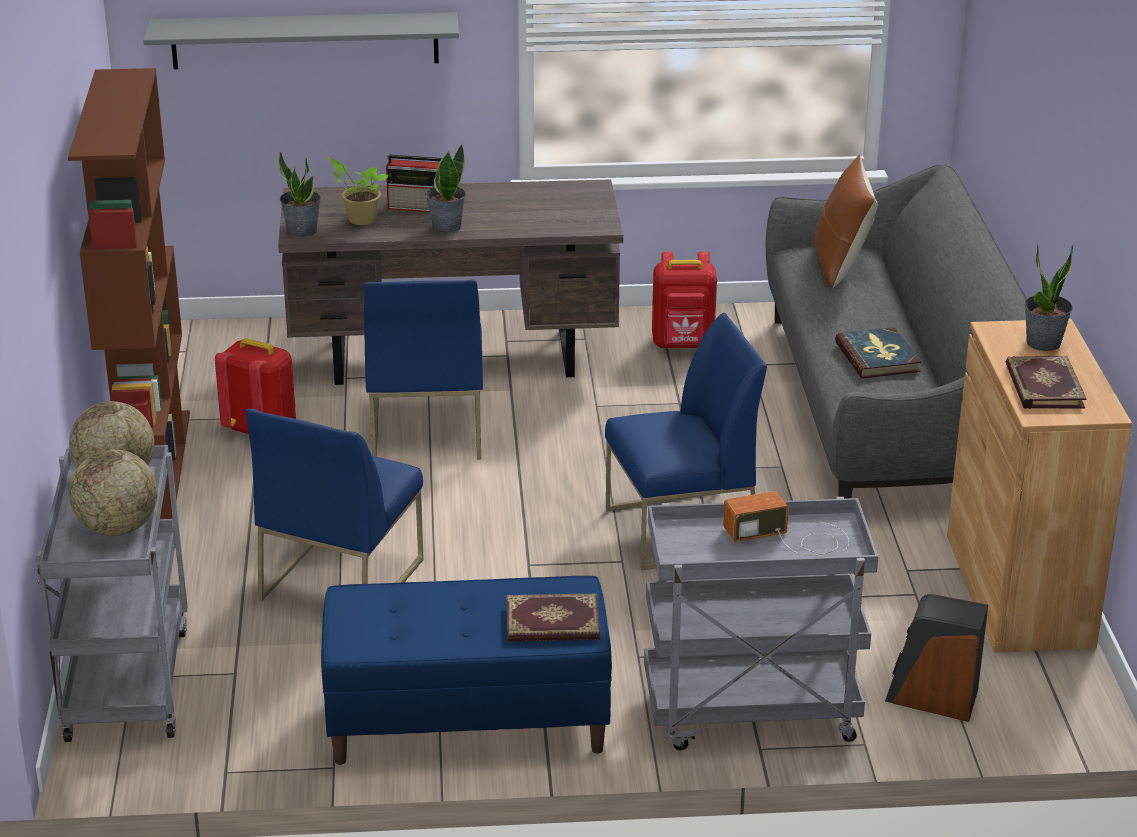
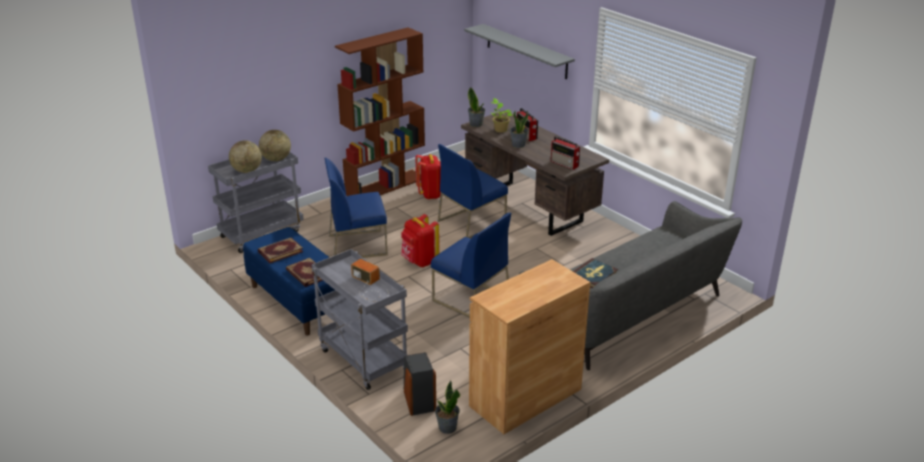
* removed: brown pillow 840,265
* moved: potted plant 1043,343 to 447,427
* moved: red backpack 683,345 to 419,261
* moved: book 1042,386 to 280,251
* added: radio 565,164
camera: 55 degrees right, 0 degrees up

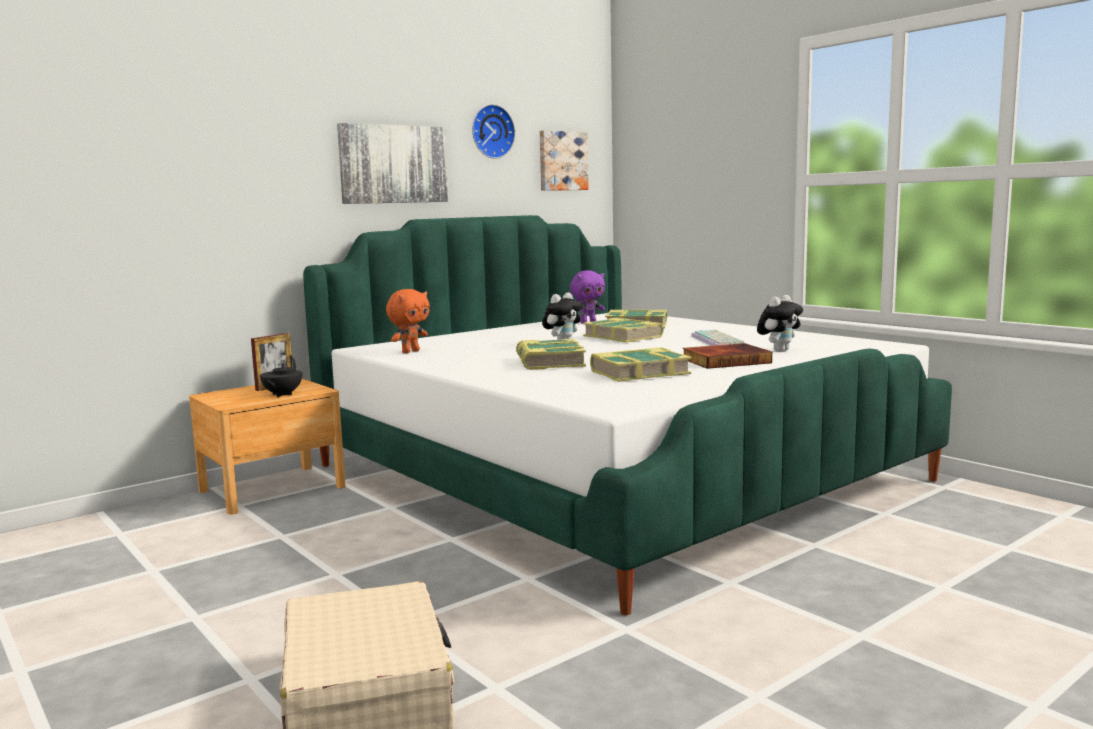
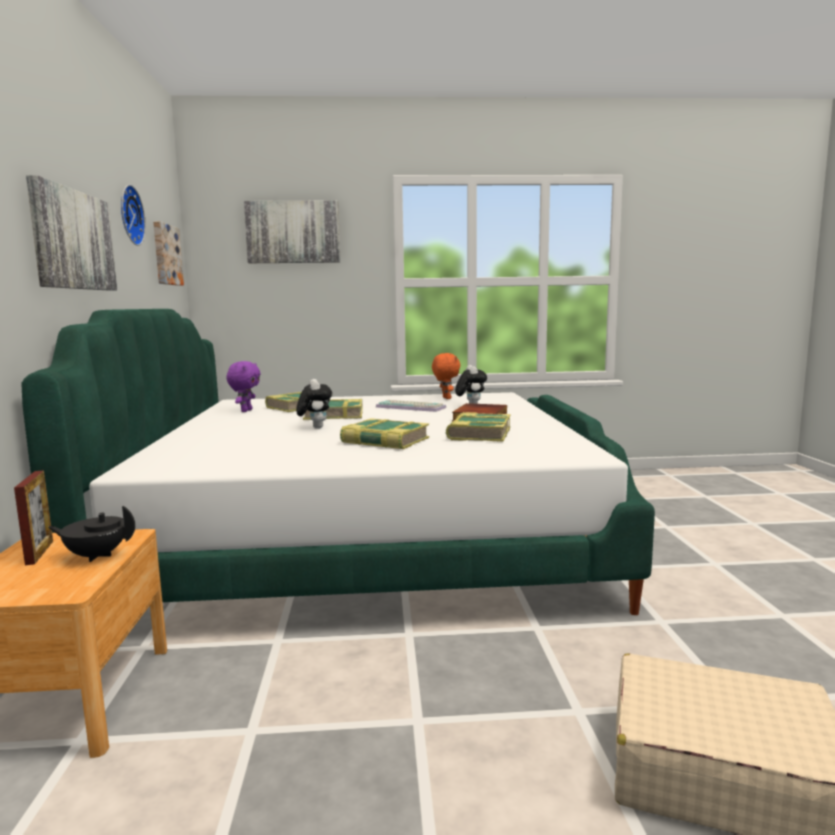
* moved: orange plush toy 410,351 to 445,398
* turned: black teapot 282,395 = 96,555 135 degrees clockwise
* added: picture 293,232
camera: 55 degrees left, 0 degrees up

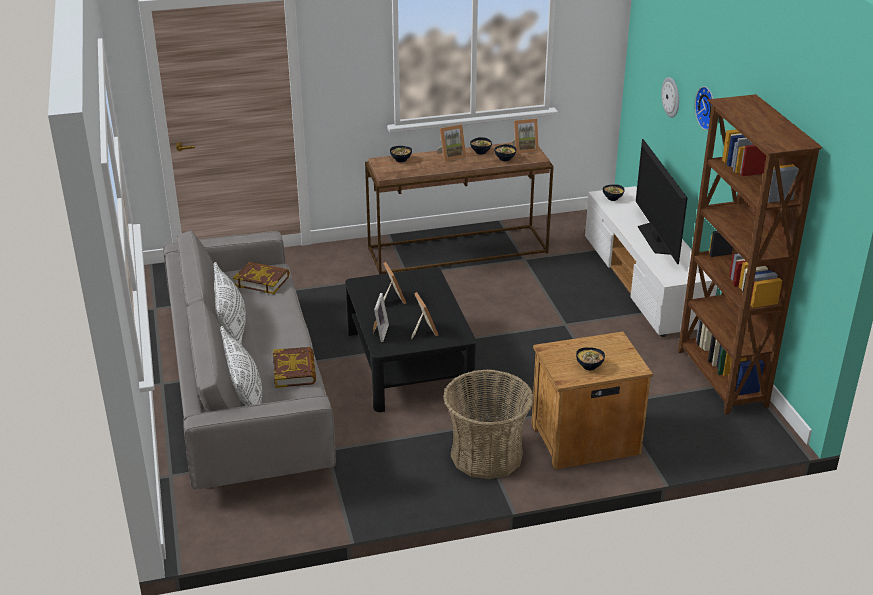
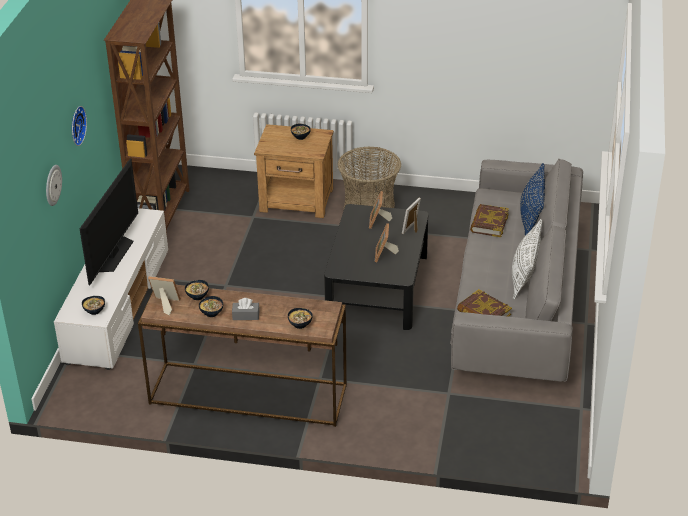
* replaced: picture frame 451,156 to grey tissue box 246,315
* recoloured: white pillow 244,395 to blue pillow 531,217
camera: 155 degrees left, 5 degrees up

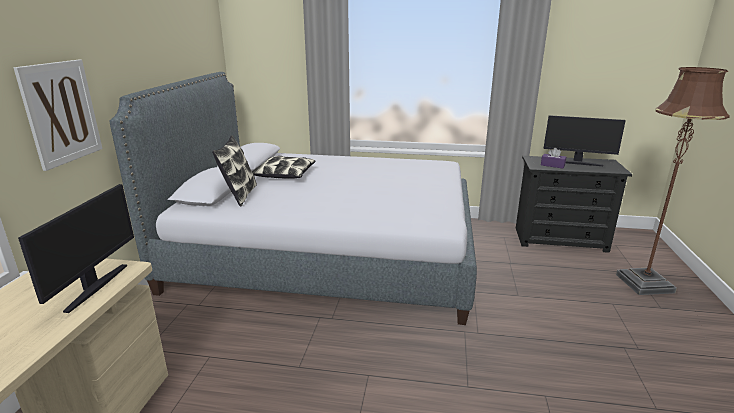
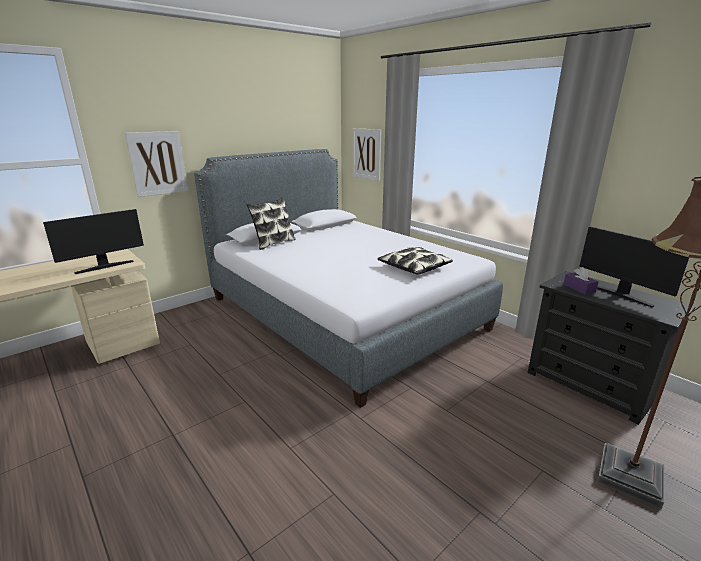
* moved: pillow 284,175 to 414,267
* added: picture 366,154
camera: 40 degrees right, 0 degrees up

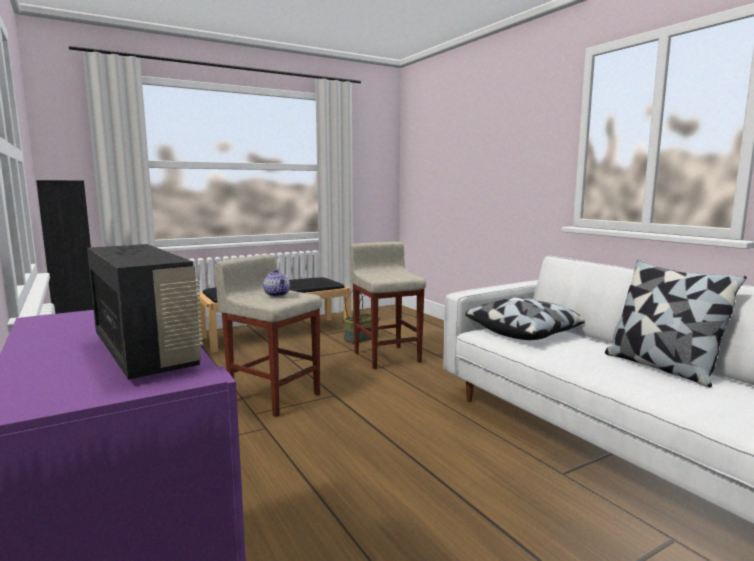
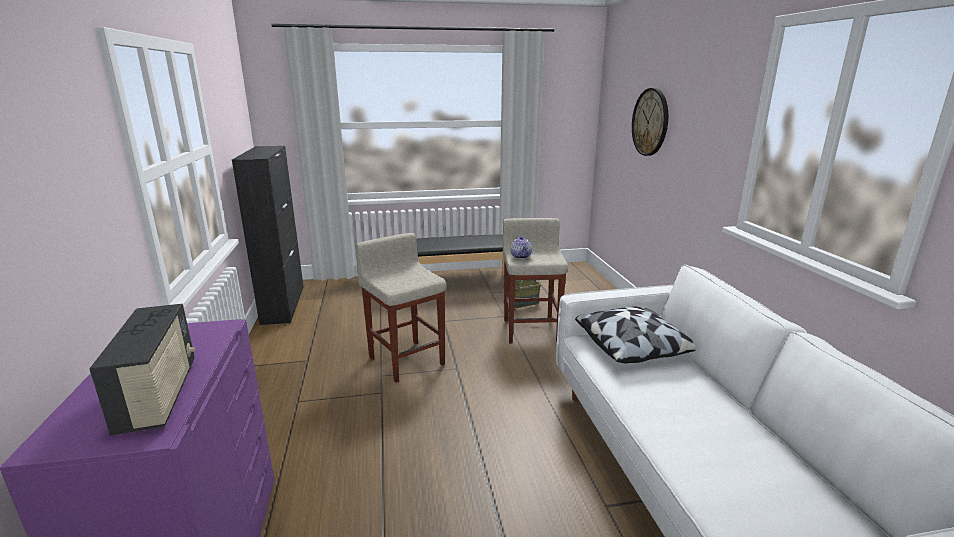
* removed: pillow 661,367
* moved: teapot 277,294 to 521,256
* added: wall clock 650,122
camera: 20 degrees right, 10 degrees up

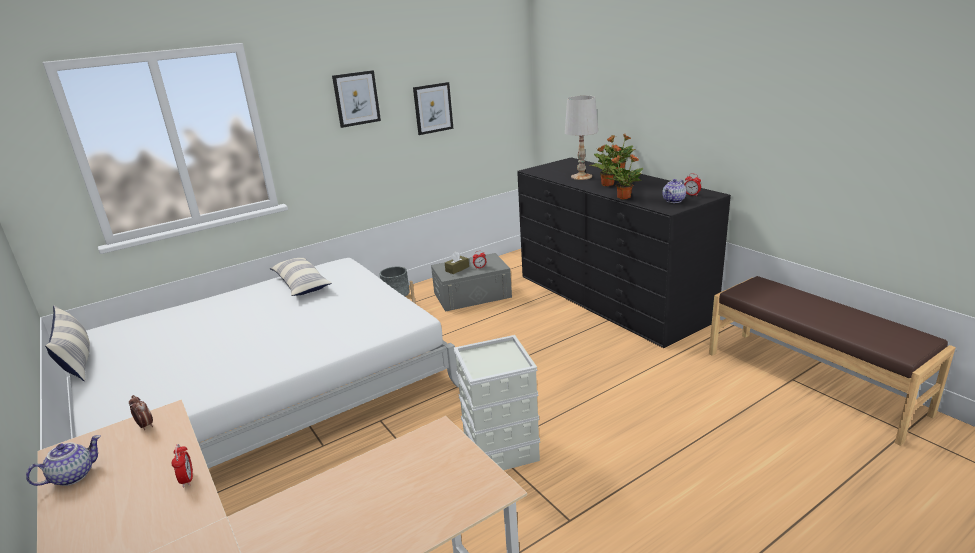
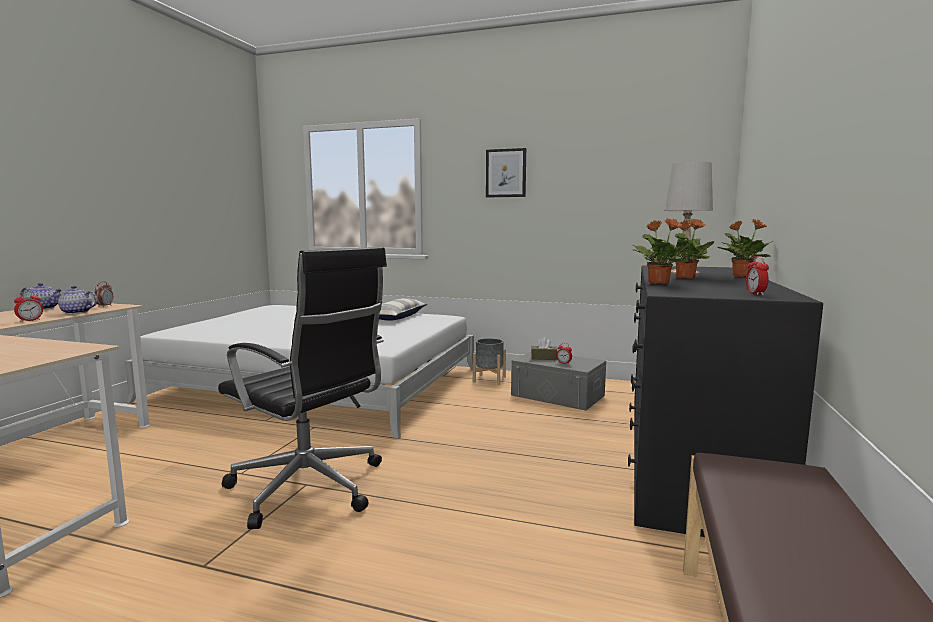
* removed: picture 433,108
* moved: teapot 674,201 to 76,312
* removed: pillow 77,360
* replaced: grey storage box 501,449 to black office chair 310,488
camera: 50 degrees right, 15 degrees down

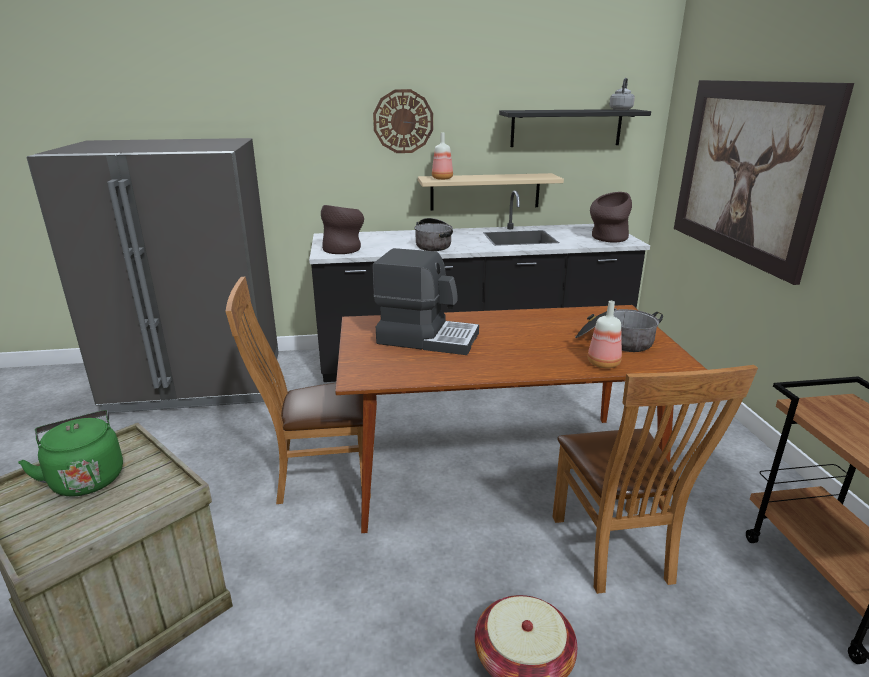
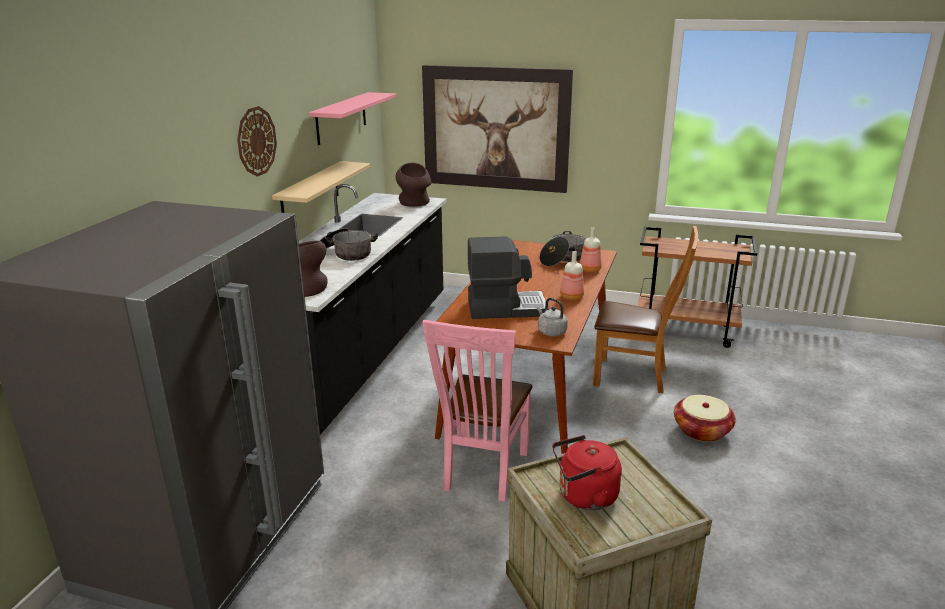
* moved: grey kettle 621,109 to 550,332
* recoloured: black shelf 566,128 to pink shelf 341,118
* moved: bottle 441,178 to 571,297
* turned: coffee machine 427,338 = 506,308 45 degrees clockwise
* recoloured: brown chair 317,478 to pink chair 482,473
* recoloured: green kettle 86,478 to red kettle 584,497
camera: 65 degrees left, 0 degrees up

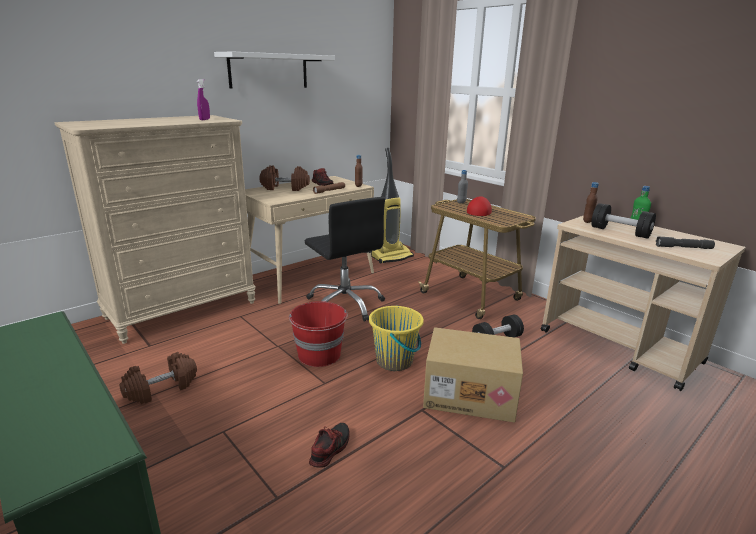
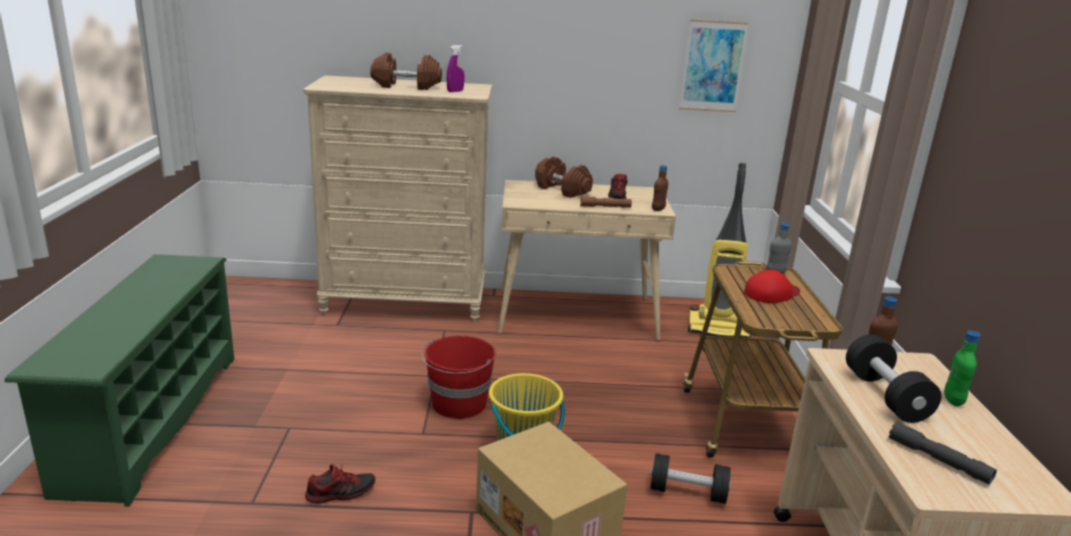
* removed: white shelf 268,71
* removed: black office chair 345,304
* moved: brown dumbbell 161,389 to 406,86
* added: picture 713,66
camera: 40 degrees right, 0 degrees up

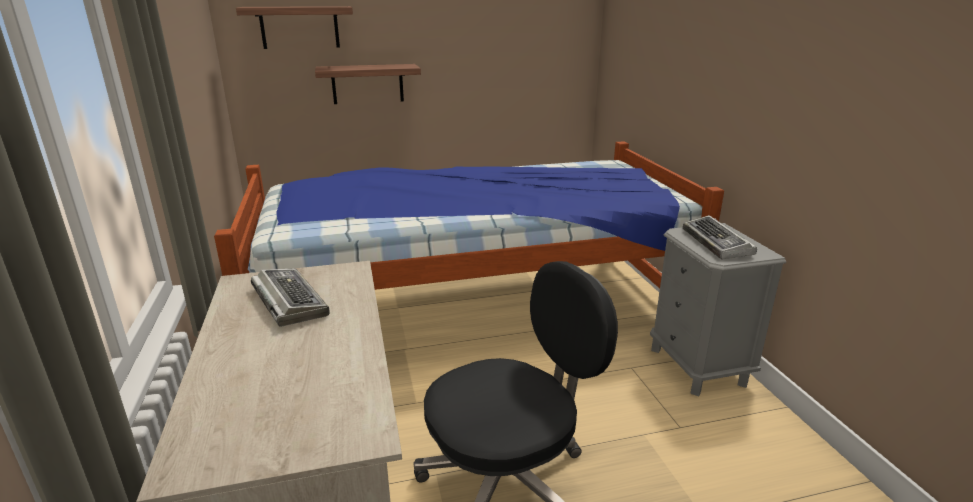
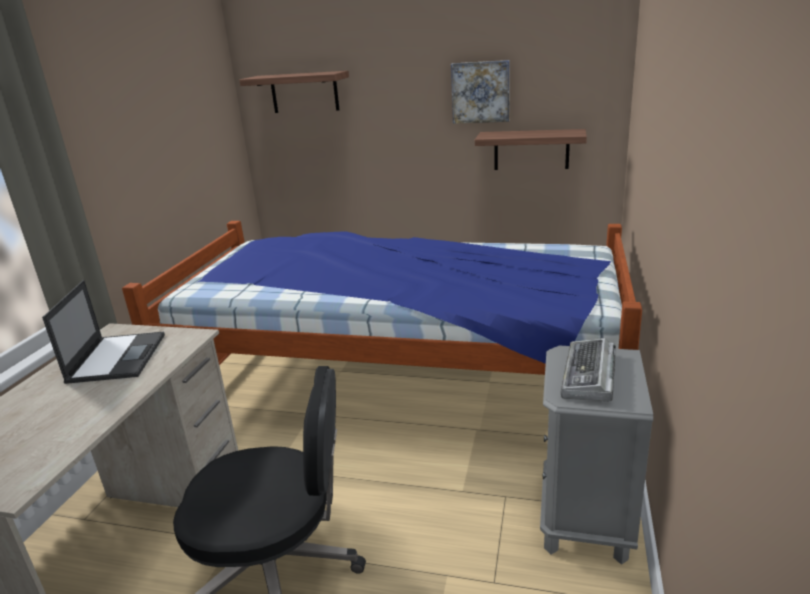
* moved: shelf 367,84 to 531,150
* replaced: keyboard 288,302 to laptop 117,357
* added: picture 480,92
camera: 30 degrees right, 0 degrees up

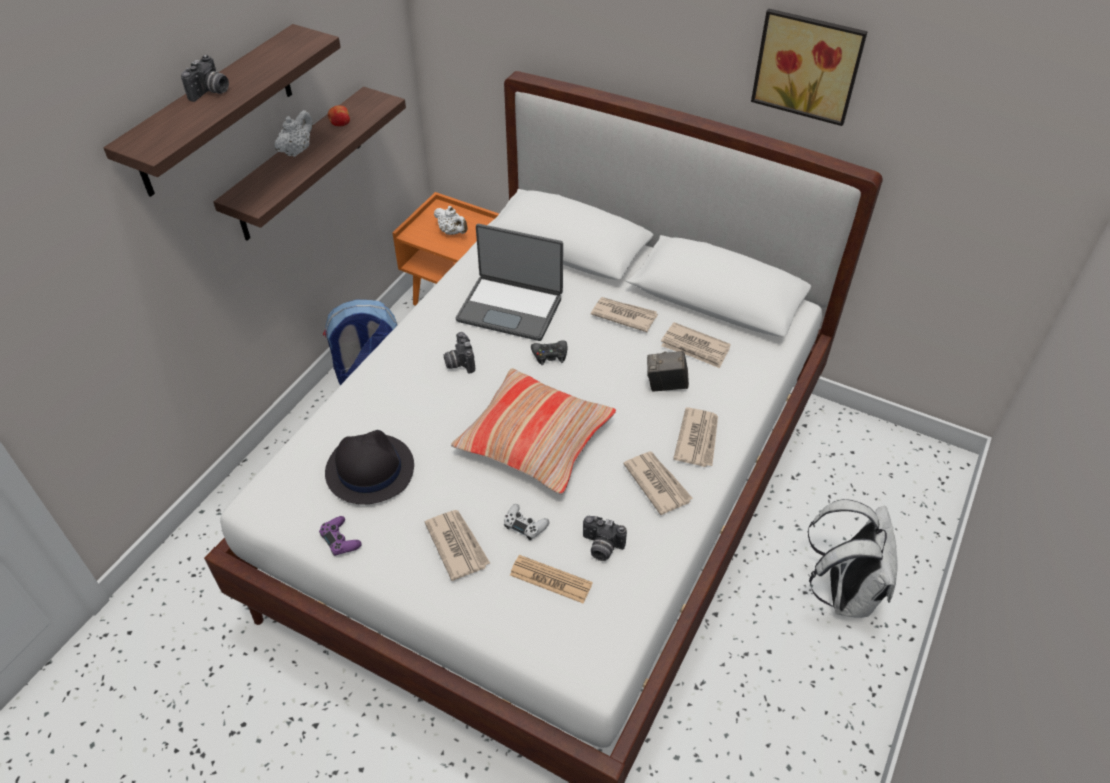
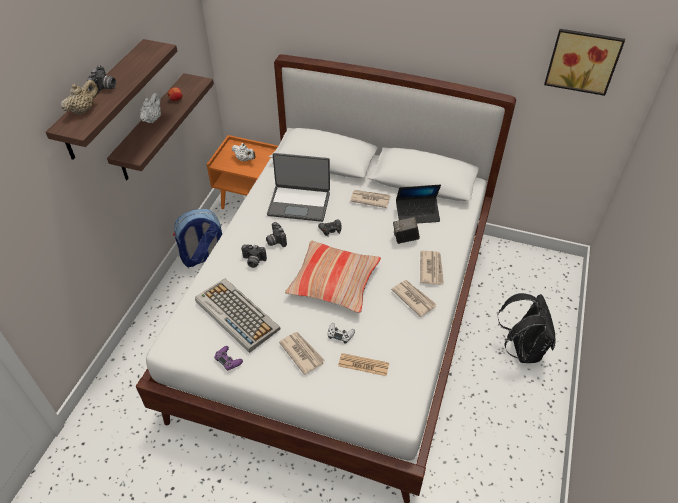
* moved: picture 808,65 to 583,60
* replaced: newspaper 695,348 to laptop 417,214
* replaced: black hat 369,469 to keyboard 236,314
* recoloured: white backpack 844,591 to black backpack 522,349
* moved: photo camera 601,547 to 253,261
* added: beige teapot 84,110
camera: 10 degrees left, 0 degrees up

